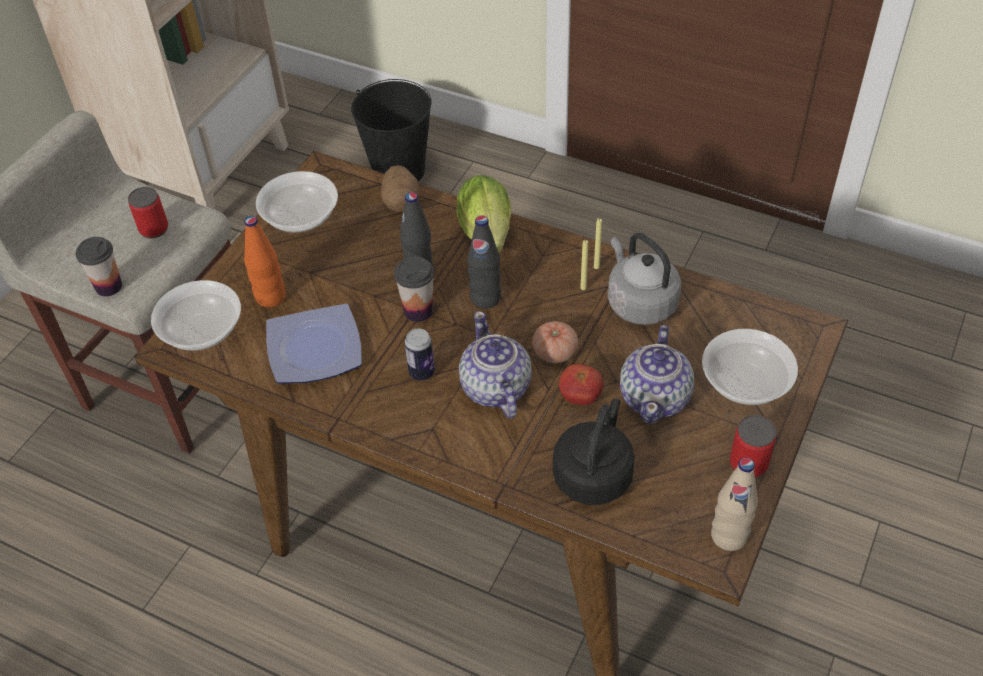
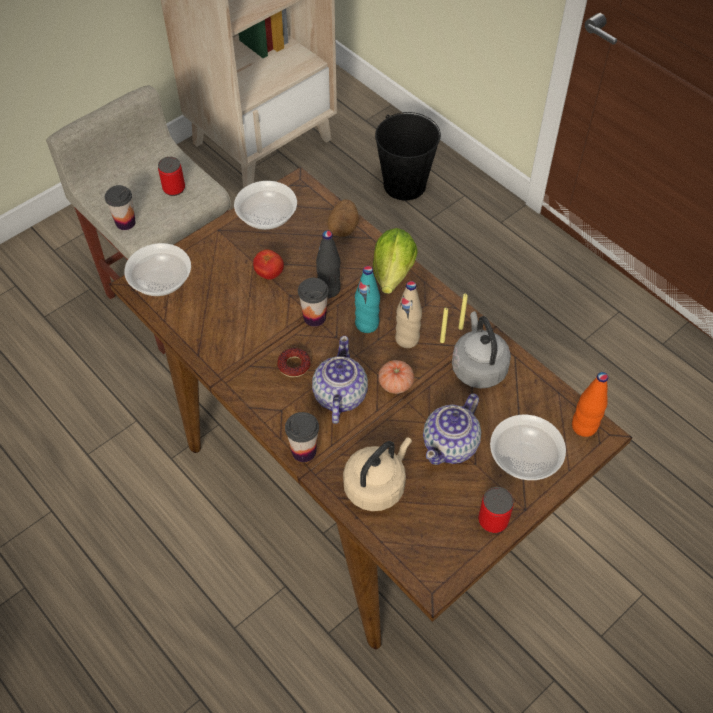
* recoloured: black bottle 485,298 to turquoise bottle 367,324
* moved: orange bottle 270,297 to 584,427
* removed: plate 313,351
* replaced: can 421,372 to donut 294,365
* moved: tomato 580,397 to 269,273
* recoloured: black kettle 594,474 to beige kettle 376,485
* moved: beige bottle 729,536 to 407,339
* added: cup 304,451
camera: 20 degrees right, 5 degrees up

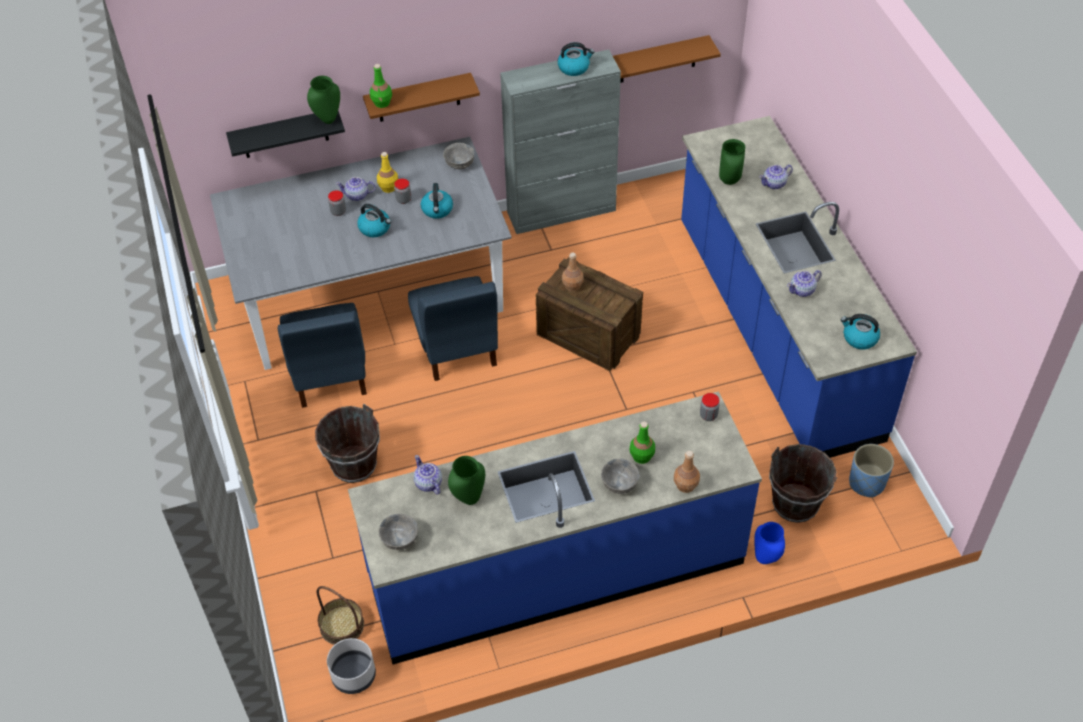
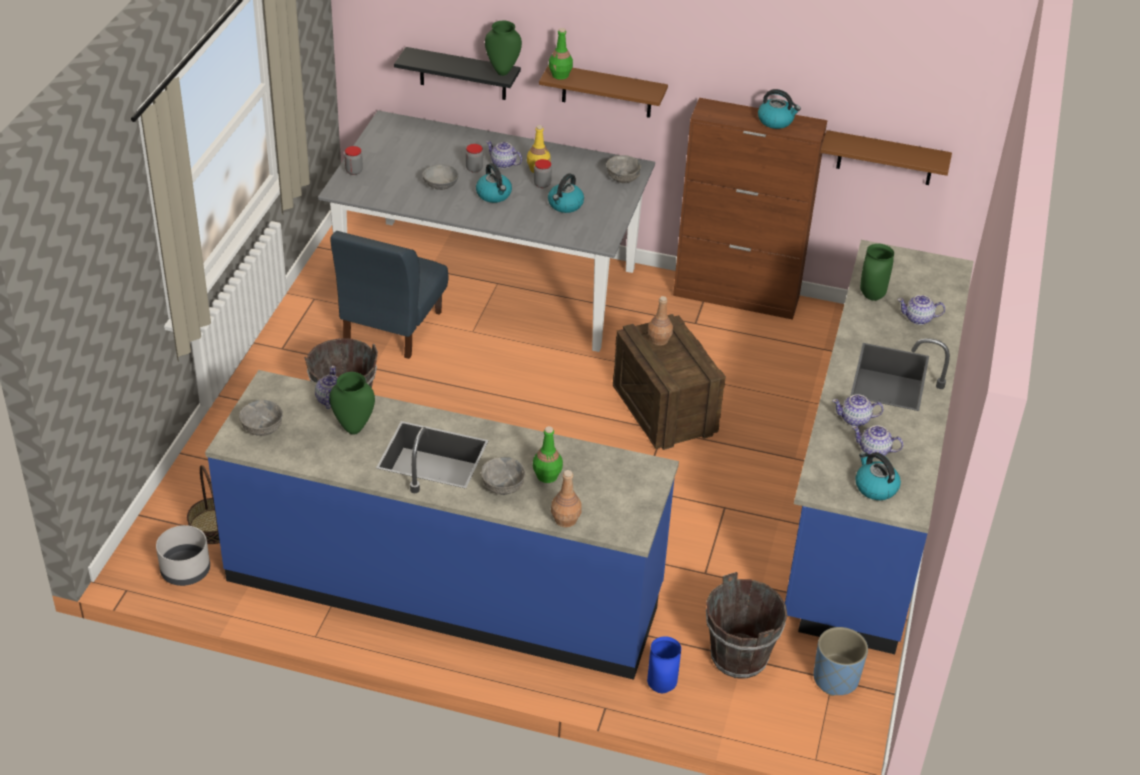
* recoloured: grey cabinet 562,211 to brown cabinet 737,296
* removed: blue chair 456,347
* moved: jar 708,415 to 354,171
* added: grey bowl 440,185
* added: teapot 874,451
camera: 30 degrees right, 10 degrees down

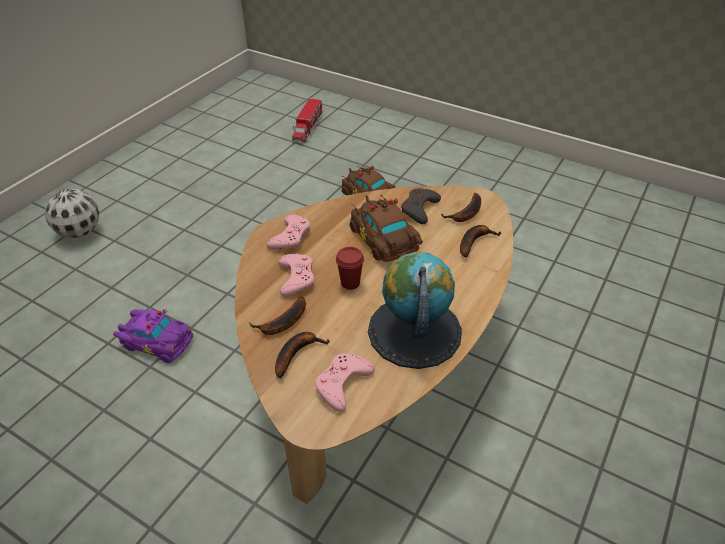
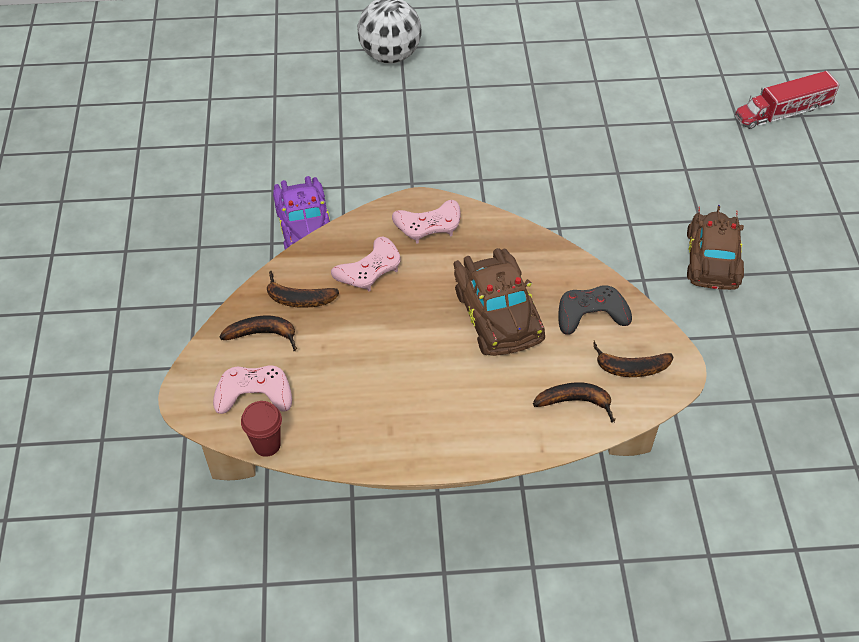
* turned: brown toy car 384,240 = 498,311 135 degrees clockwise
* moved: red cup 350,283 to 267,445
* removed: globe 414,331
camera: 55 degrees right, 10 degrees up

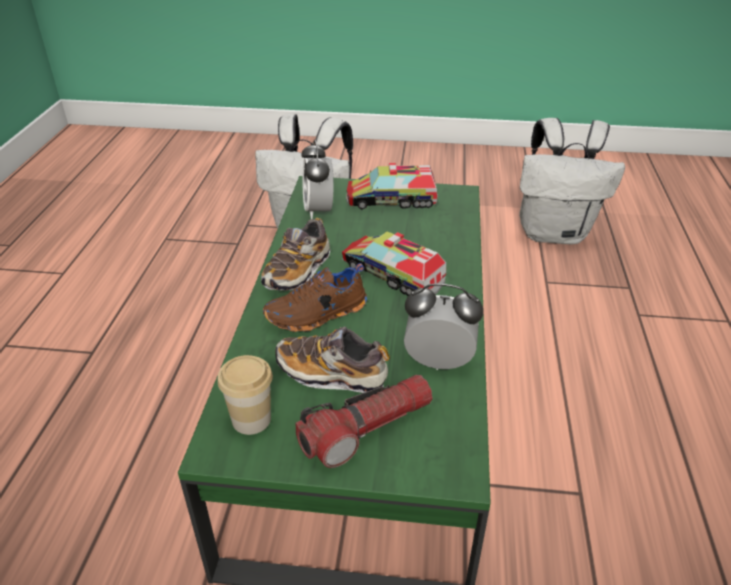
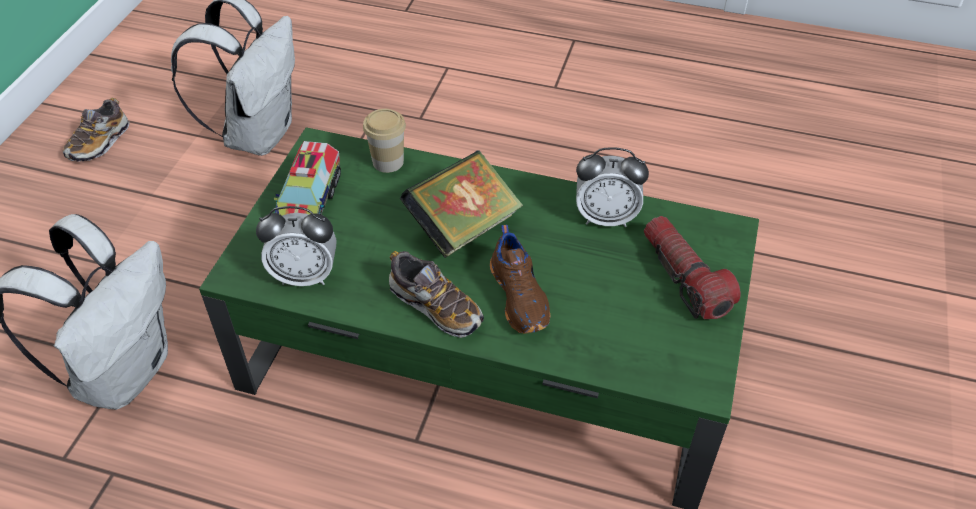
* replaced: toy truck 392,274 to book 463,227
* turned: alarm clock 438,362 = 606,217 105 degrees counterclockwise
* moved: shoe 332,374 to 99,143
* moved: cup 251,419 to 388,162
camera: 80 degrees left, 10 degrees up

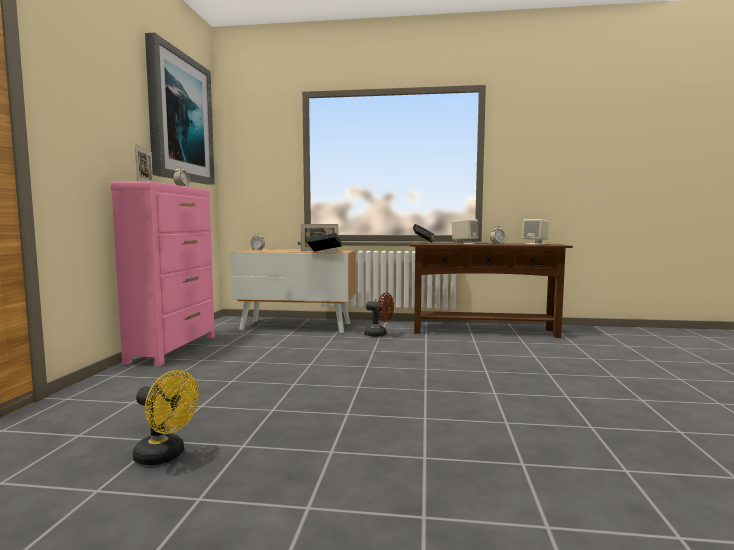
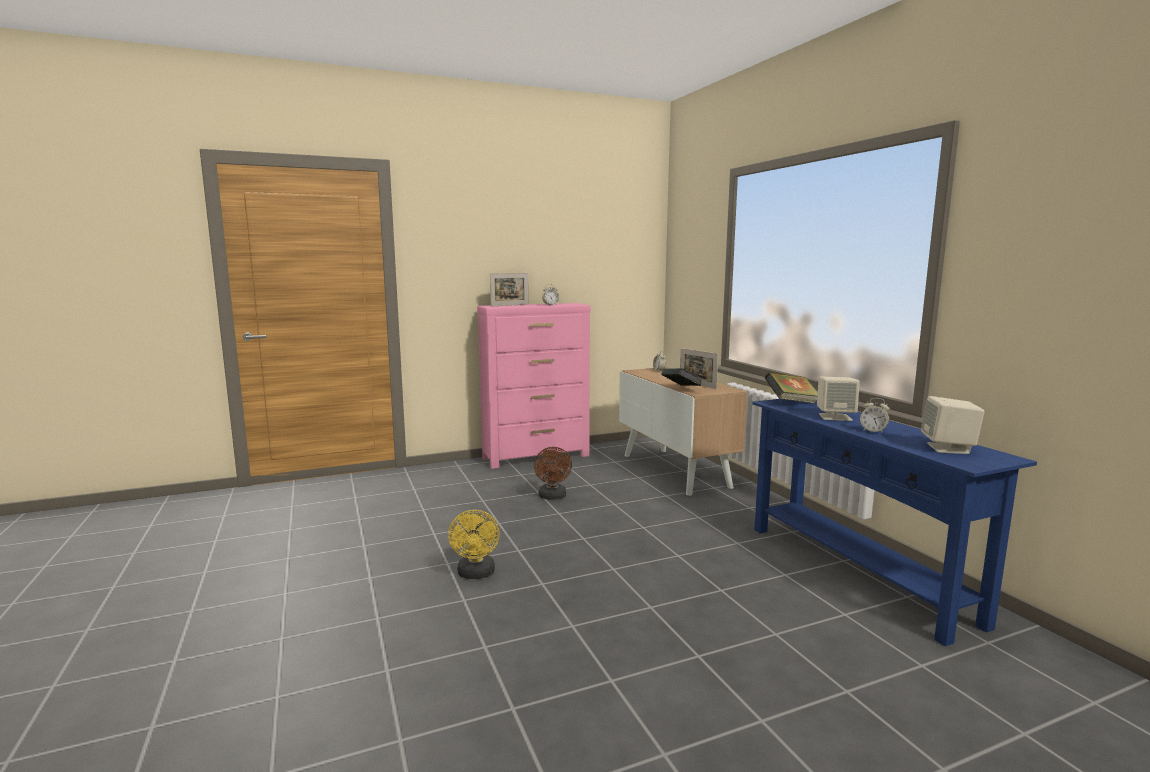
* removed: picture 179,118
* recoloured: brown console table 484,331 to blue console table 856,572
* moved: brown fan 379,334 to 552,497
* moved: yellow fan 165,456 to 476,574
camera: 60 degrees right, 5 degrees up

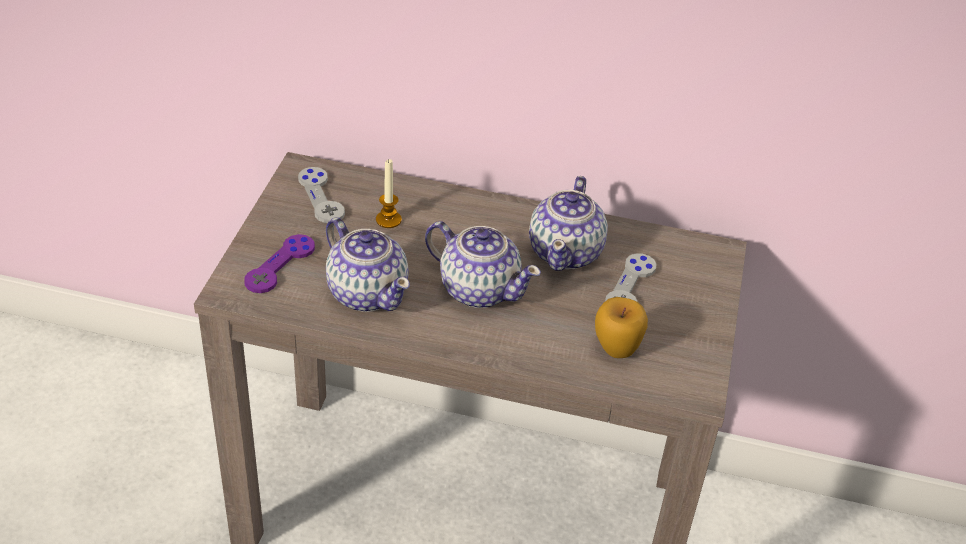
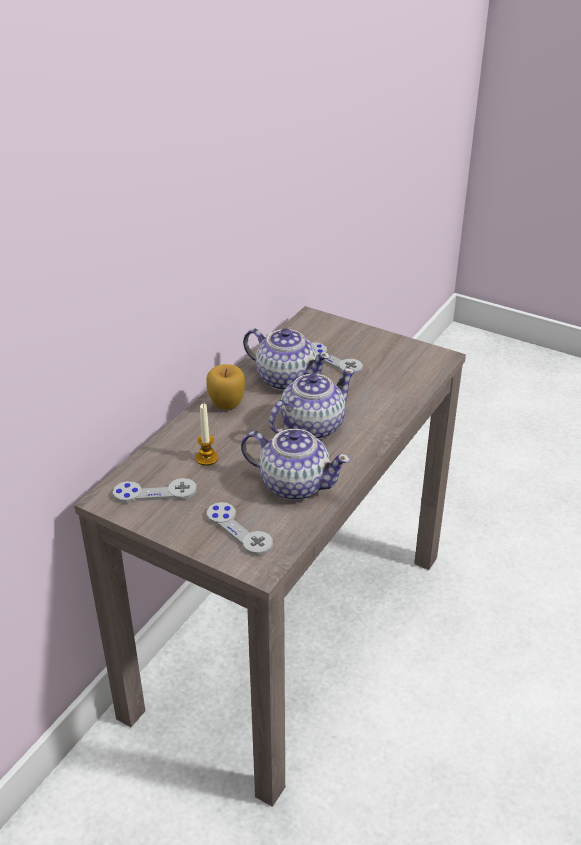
* turned: teapot 367,292 = 294,484 45 degrees clockwise
* recoloured: purple game controller 280,265 to grey game controller 239,530
* moved: apple 616,349 to 226,405
camera: 70 degrees left, 5 degrees down

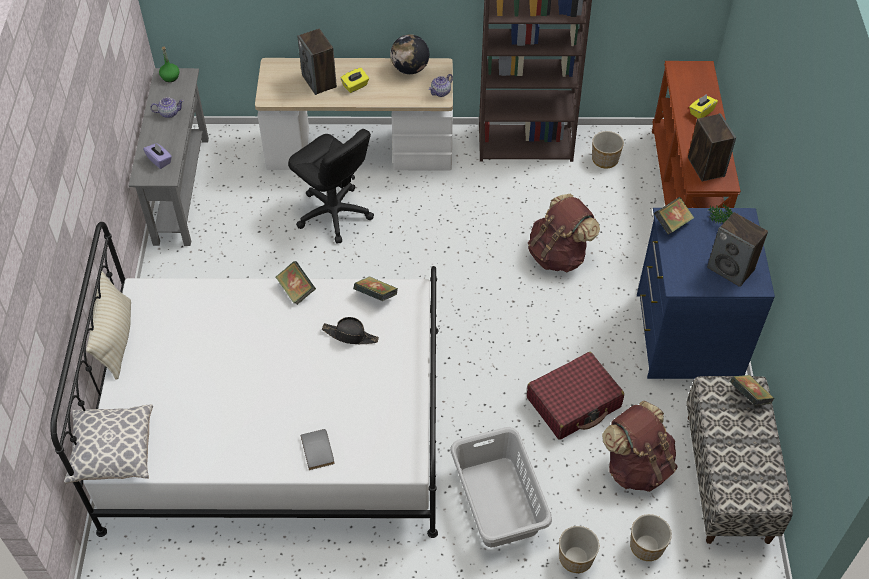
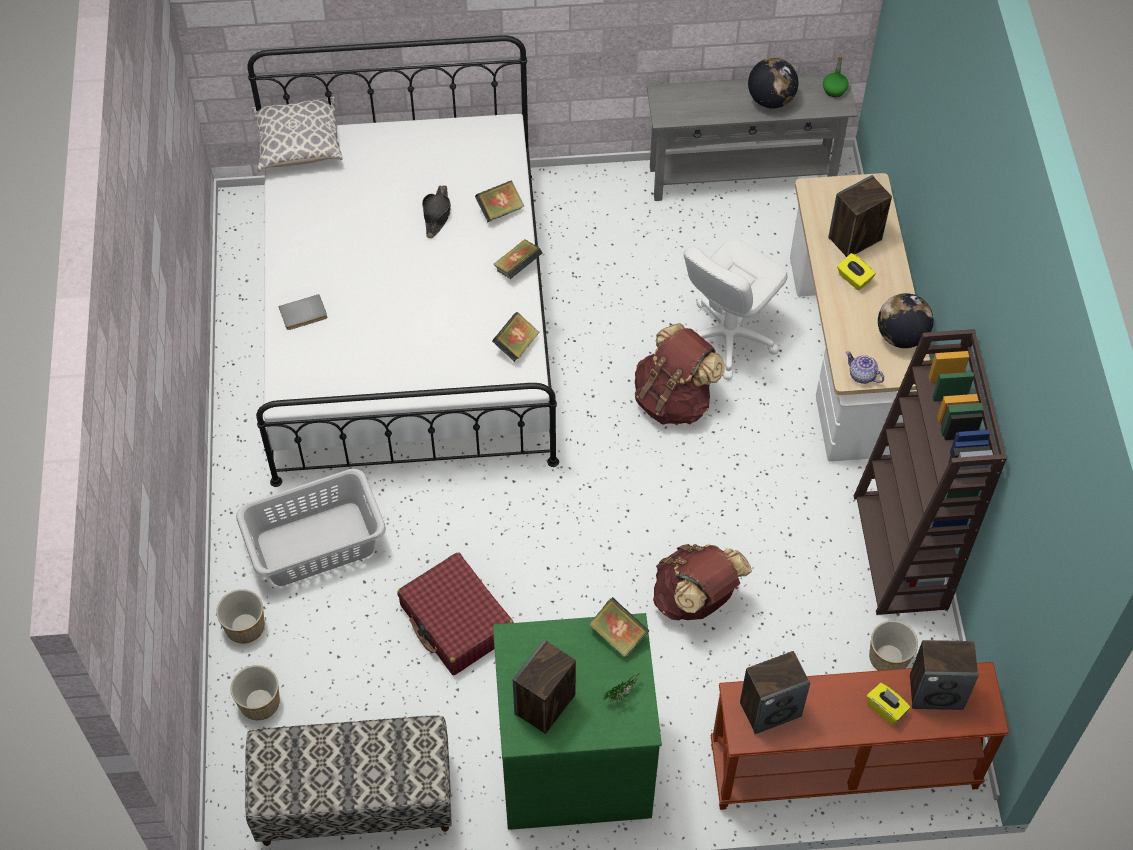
* replaced: teapot 169,113 to globe 771,100
* recoloured: black office chair 334,214 to white office chair 727,337
* removed: purple tissue box 159,160
* recoloured: blue dresser 686,335 to green dresser 574,759
* removed: beige pillow 116,339
* moved: black hat 350,335 to 437,215
* moved: book 749,396 to 500,210
* moved: brown backpack 637,466 to 674,399
* added: speaker 936,692
camera: 85 degrees right, 5 degrees up

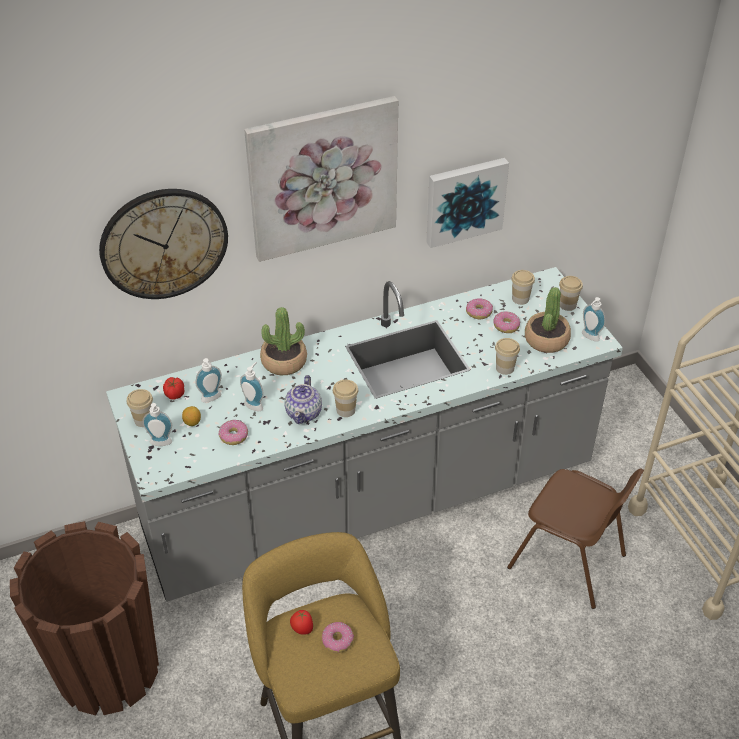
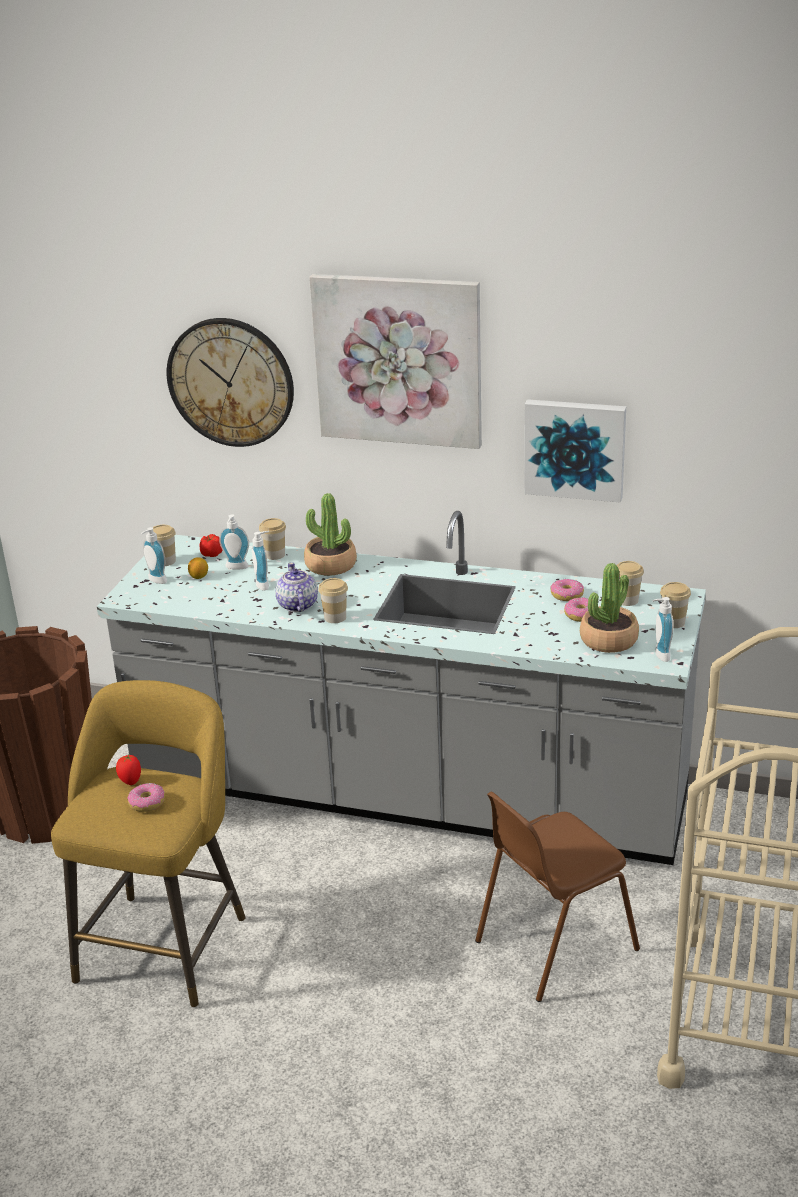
* moved: cup 505,368 to 275,555
* turned: teapot 304,412 = 297,605 120 degrees clockwise
* removed: donut 234,436
* turned: brown chair 568,562 = 553,945 75 degrees clockwise
camera: 40 degrees right, 15 degrees down

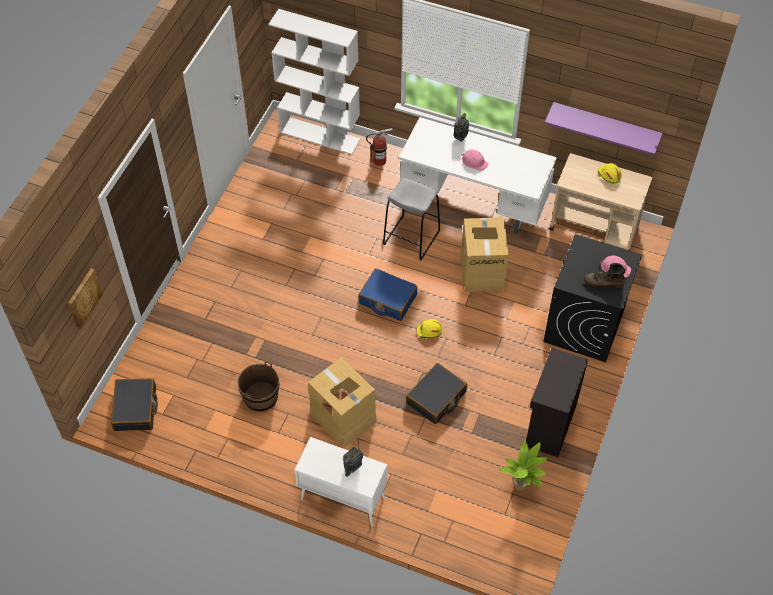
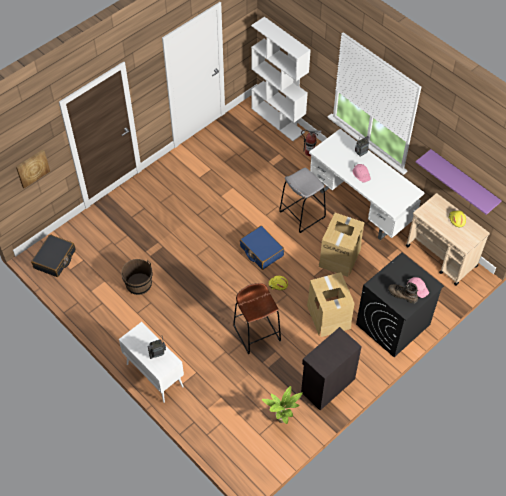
* moved: cardboard box 343,417 to 328,316
* replaced: black suitcase 436,398 to brown stool 257,333
camera: 25 degrees right, 0 degrees up

